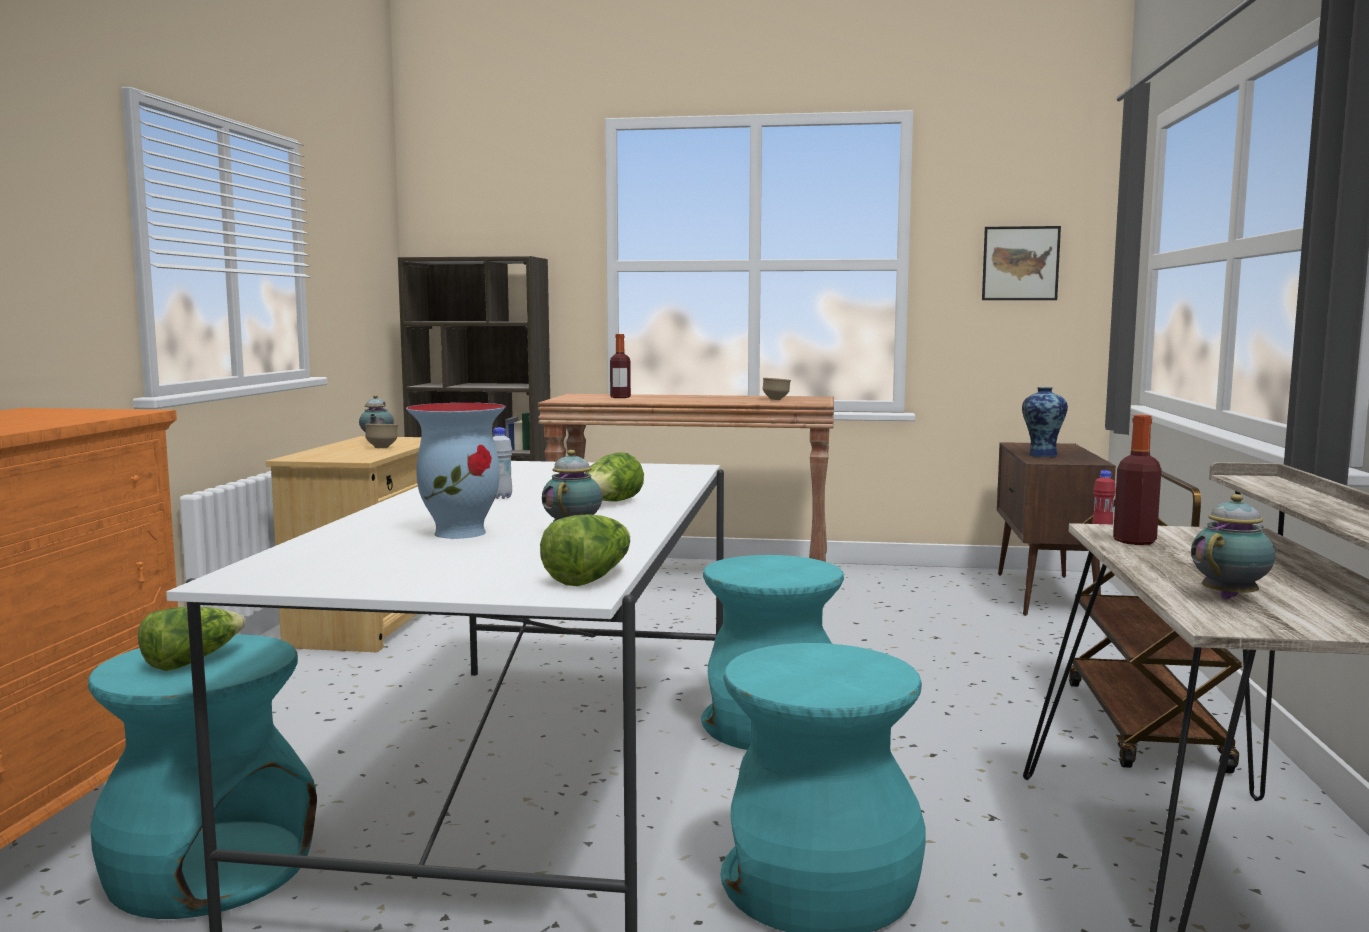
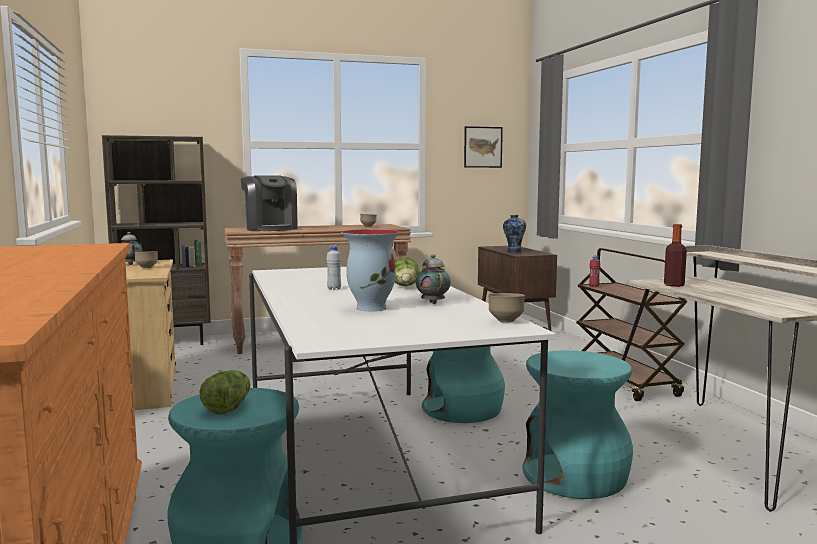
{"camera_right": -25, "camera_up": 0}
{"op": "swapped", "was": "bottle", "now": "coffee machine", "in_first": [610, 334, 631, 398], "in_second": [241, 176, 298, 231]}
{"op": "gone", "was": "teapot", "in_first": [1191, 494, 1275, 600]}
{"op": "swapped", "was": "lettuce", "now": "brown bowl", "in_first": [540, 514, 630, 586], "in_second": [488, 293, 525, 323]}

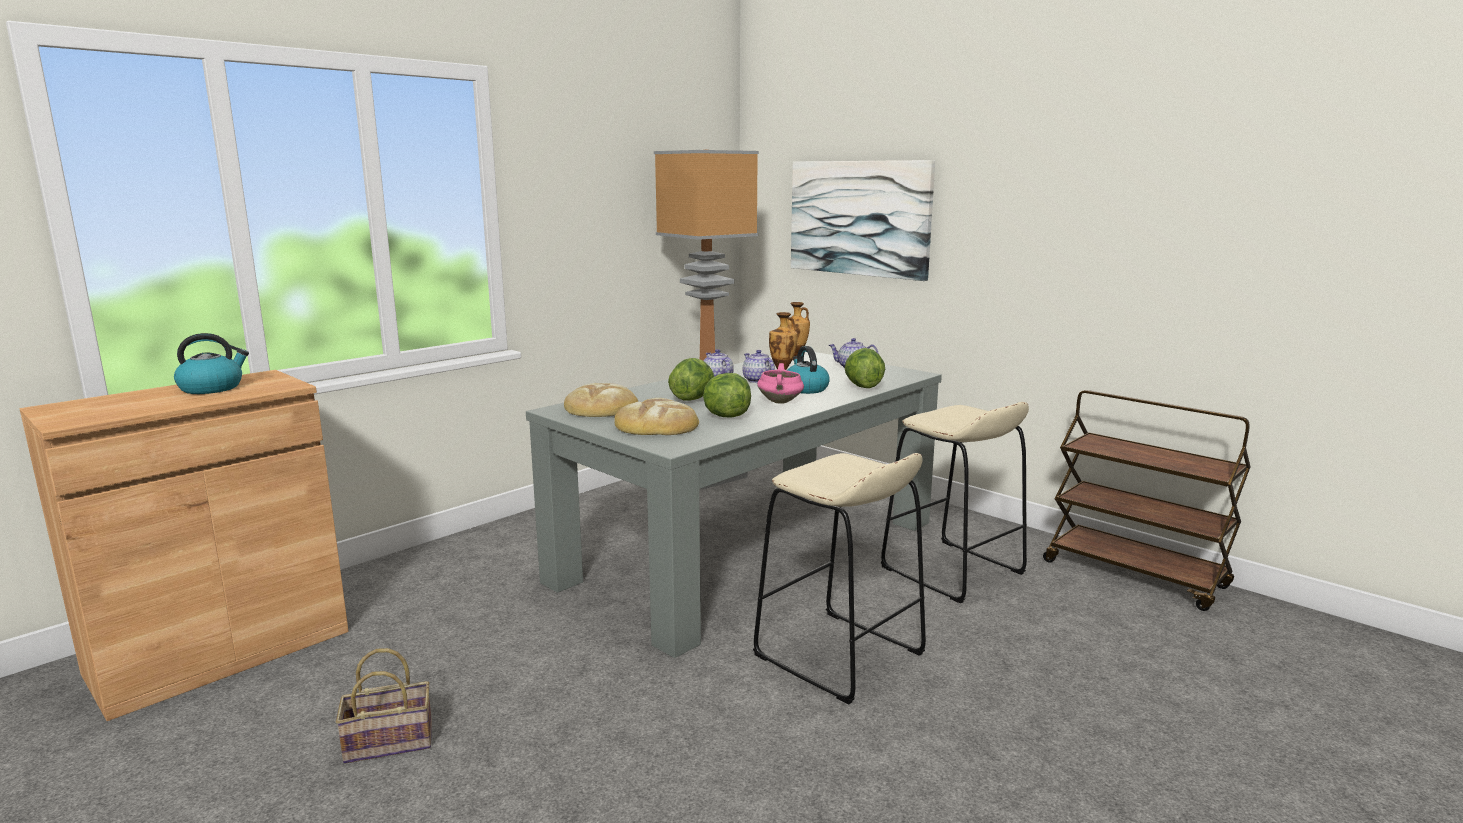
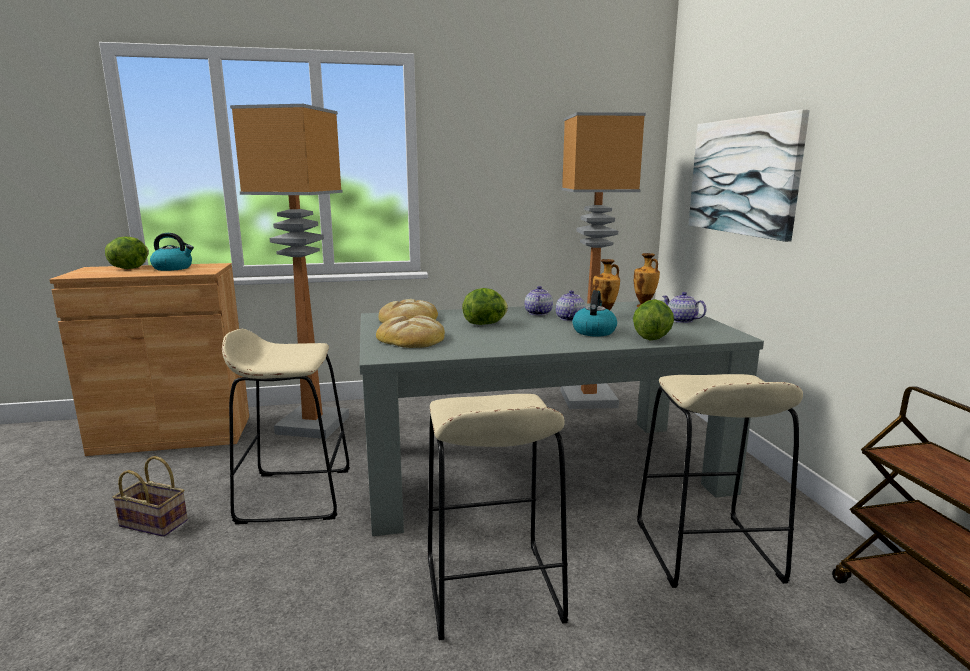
{"camera_right": 35, "camera_up": 0}
{"op": "gone", "was": "pink cooking pot", "in_first": [757, 363, 804, 404]}
{"op": "shifted", "was": "lettuce", "in_first": [703, 373, 751, 418], "in_second": [105, 237, 149, 269]}
{"op": "new", "now": "floor lamp", "in_second": [230, 104, 349, 439]}
{"op": "new", "now": "beige stool", "in_second": [222, 329, 350, 524]}

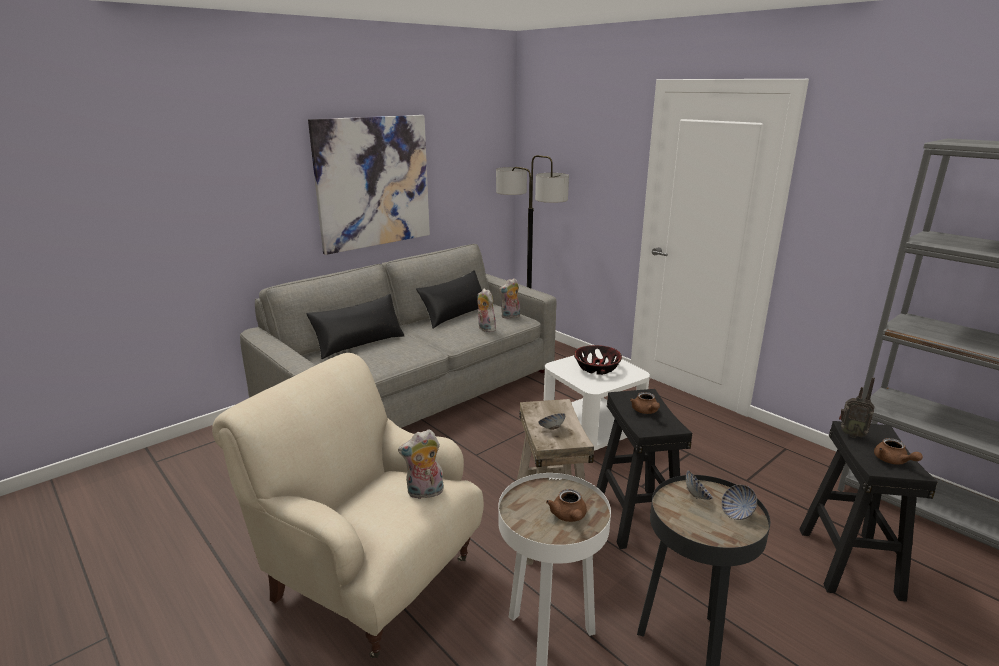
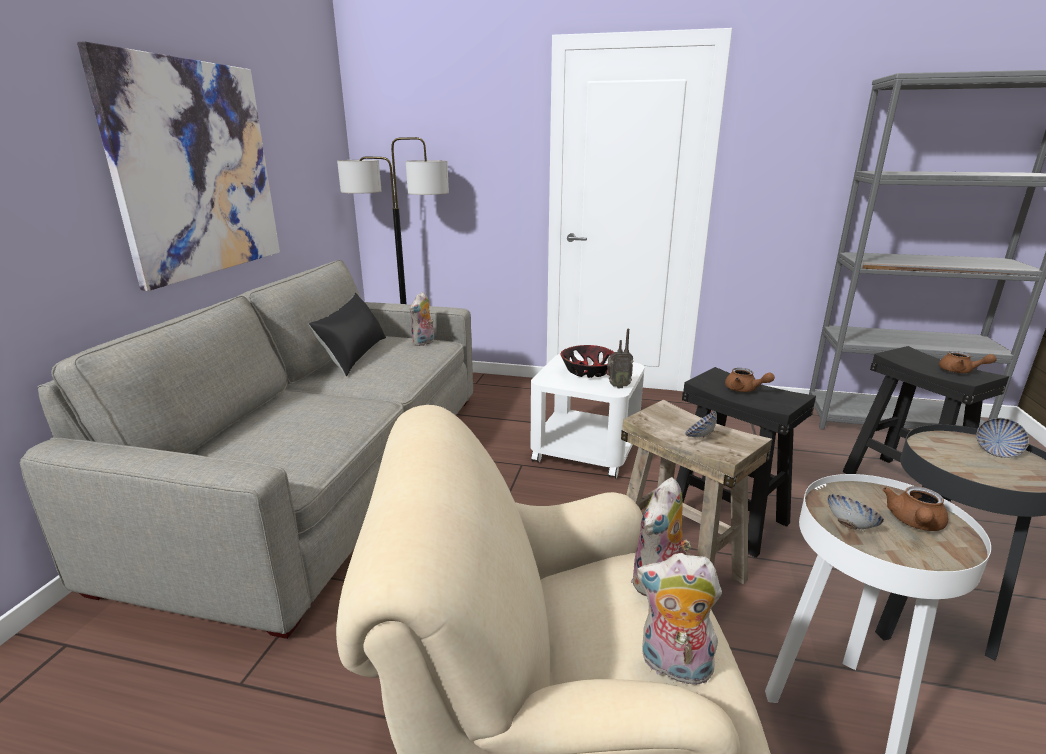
{"camera_right": -35, "camera_up": 0}
{"op": "shifted", "was": "plush toy", "in_first": [477, 288, 496, 332], "in_second": [637, 553, 722, 685]}
{"op": "gone", "was": "black pillow", "in_first": [306, 294, 405, 359]}
{"op": "shifted", "was": "radio", "in_first": [839, 377, 875, 438], "in_second": [607, 329, 633, 388]}
{"op": "shifted", "was": "bowl", "in_first": [686, 470, 713, 500], "in_second": [828, 494, 884, 532]}
{"op": "rotated", "was": "brown teapot", "in_first": [546, 489, 587, 522], "in_second": [883, 486, 948, 531], "clockwise": 75}

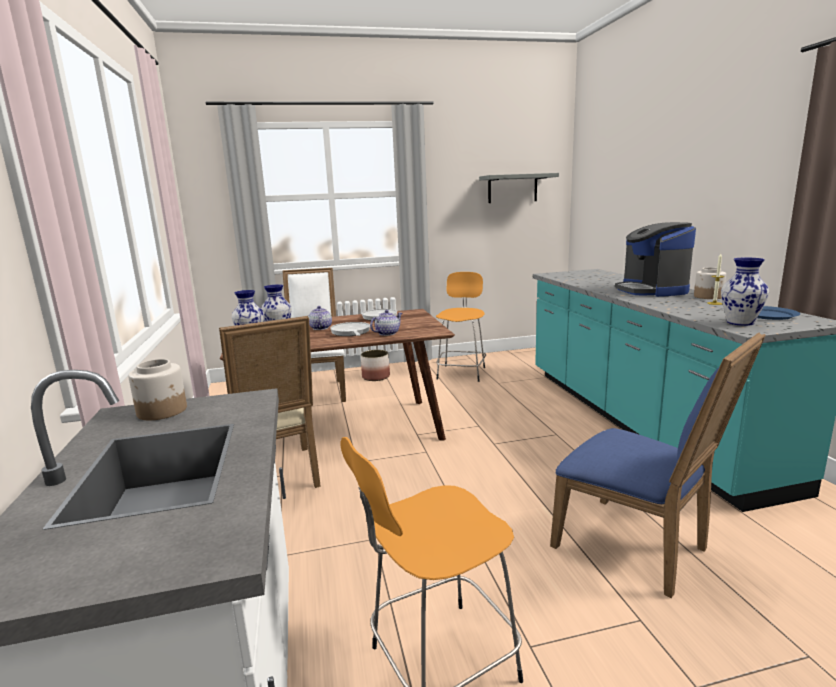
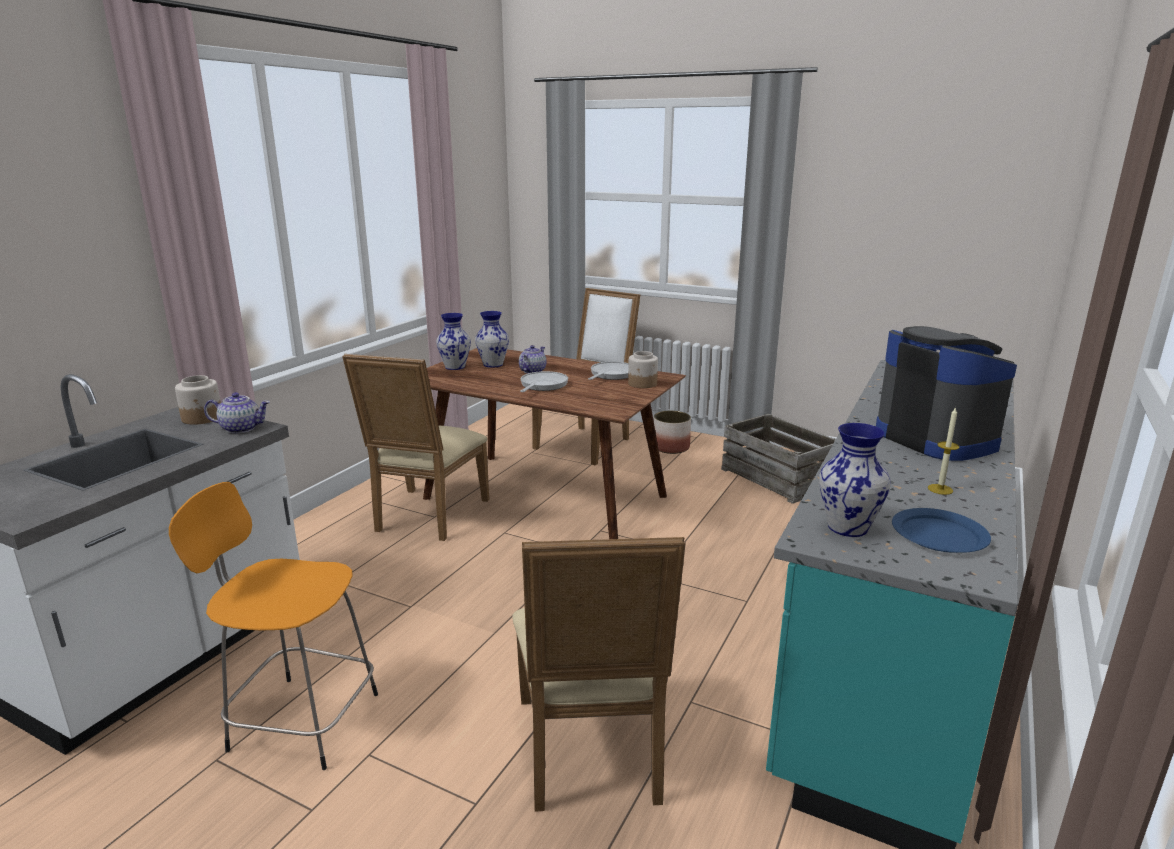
{"camera_right": 40, "camera_up": 5}
{"op": "gone", "was": "grey shelf", "in_first": [479, 173, 559, 203]}
{"op": "rotated", "was": "coffee machine", "in_first": [615, 222, 696, 297], "in_second": [876, 326, 1017, 461], "clockwise": 120}
{"op": "shifted", "was": "jar", "in_first": [694, 267, 726, 299], "in_second": [628, 351, 658, 388]}
{"op": "swapped", "was": "orange stool", "now": "crate", "in_first": [436, 272, 486, 382], "in_second": [721, 414, 836, 504]}
{"op": "shifted", "was": "teapot", "in_first": [370, 310, 402, 336], "in_second": [204, 392, 270, 434]}
{"op": "repainted", "was": "blue chair", "now": "beige chair", "in_first": [550, 332, 766, 598], "in_second": [512, 537, 686, 811]}

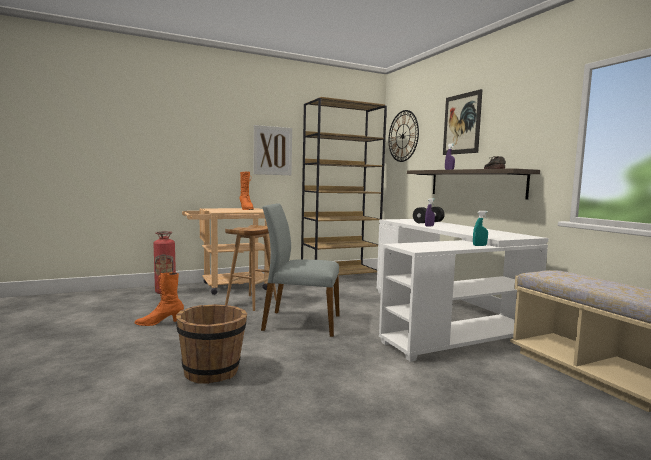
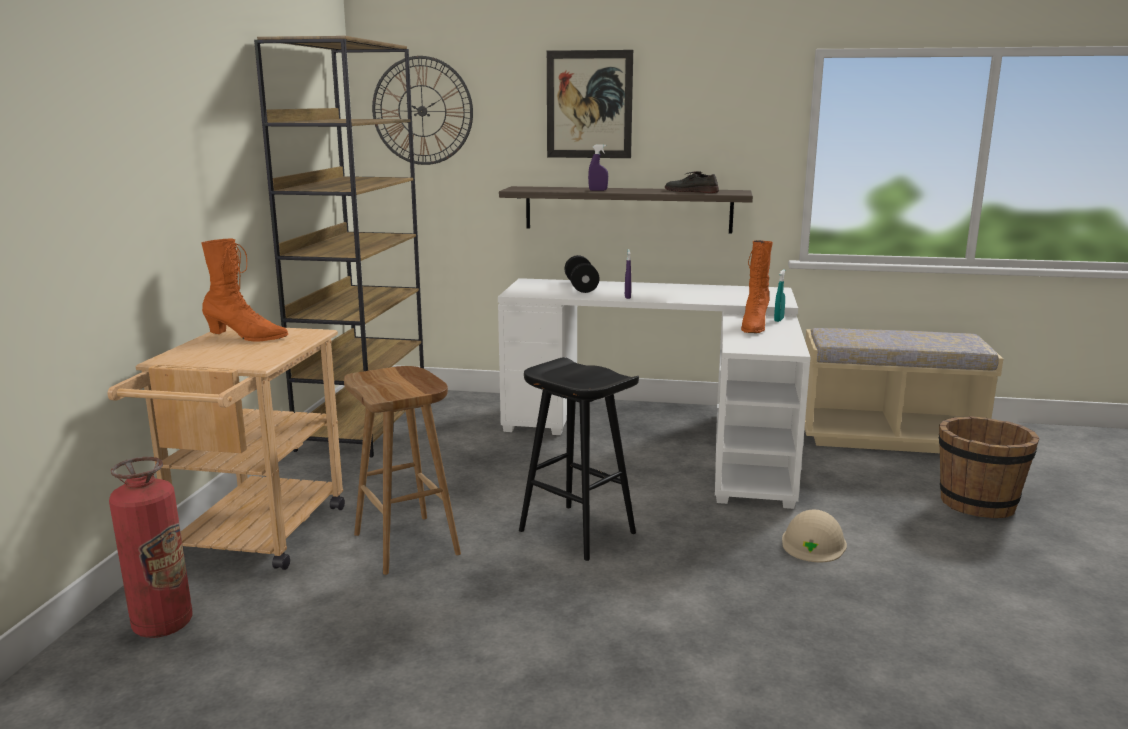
{"camera_right": -55, "camera_up": 10}
{"op": "gone", "was": "picture", "in_first": [254, 125, 292, 175]}
{"op": "swapped", "was": "grey chair", "now": "black stool", "in_first": [261, 203, 340, 337], "in_second": [519, 357, 639, 561]}
{"op": "shifted", "was": "orange boot", "in_first": [135, 272, 184, 326], "in_second": [741, 240, 773, 333]}
{"op": "shifted", "was": "brown bucket", "in_first": [176, 304, 247, 384], "in_second": [938, 416, 1040, 518]}
{"op": "new", "now": "beige hard hat", "in_second": [782, 509, 847, 562]}

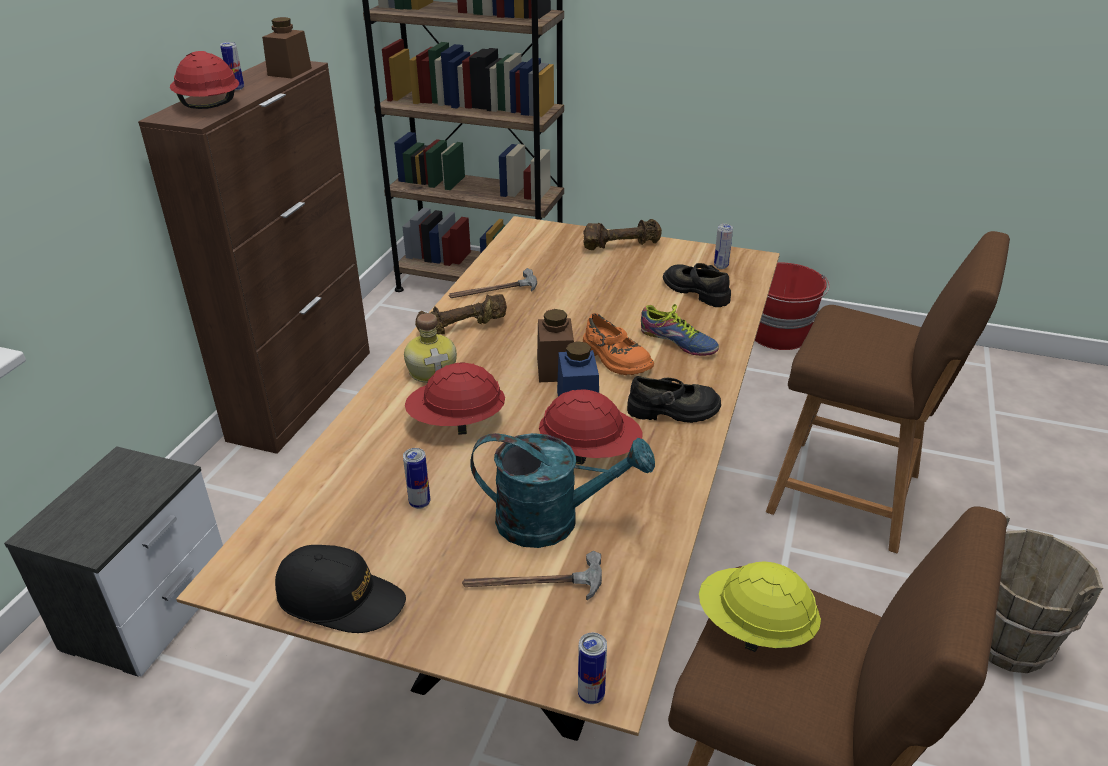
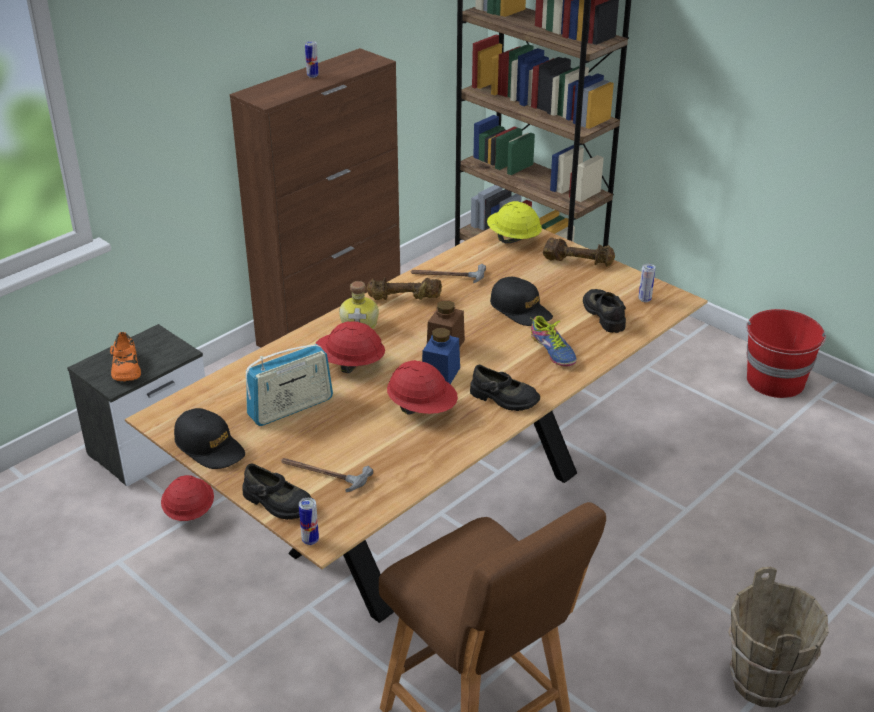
{"camera_right": 25, "camera_up": 0}
{"op": "gone", "was": "brown jar", "in_first": [262, 17, 312, 79]}
{"op": "shifted", "was": "red hard hat", "in_first": [170, 51, 239, 109], "in_second": [161, 475, 214, 521]}
{"op": "gone", "was": "brown stool", "in_first": [766, 231, 1010, 553]}
{"op": "shifted", "was": "orange shoe", "in_first": [583, 313, 654, 375], "in_second": [110, 332, 141, 381]}
{"op": "gone", "was": "turquoise watering can", "in_first": [470, 433, 655, 548]}
{"op": "swapped", "was": "can", "now": "radio", "in_first": [403, 448, 430, 509], "in_second": [246, 344, 333, 426]}
{"op": "shifted", "was": "yellow hard hat", "in_first": [699, 561, 821, 652], "in_second": [487, 201, 542, 243]}
{"op": "new", "now": "black cap", "in_second": [490, 277, 553, 326]}
{"op": "new", "now": "black shoe", "in_second": [242, 464, 312, 520]}

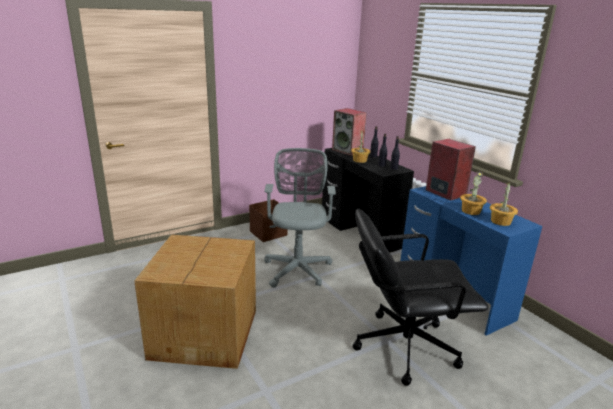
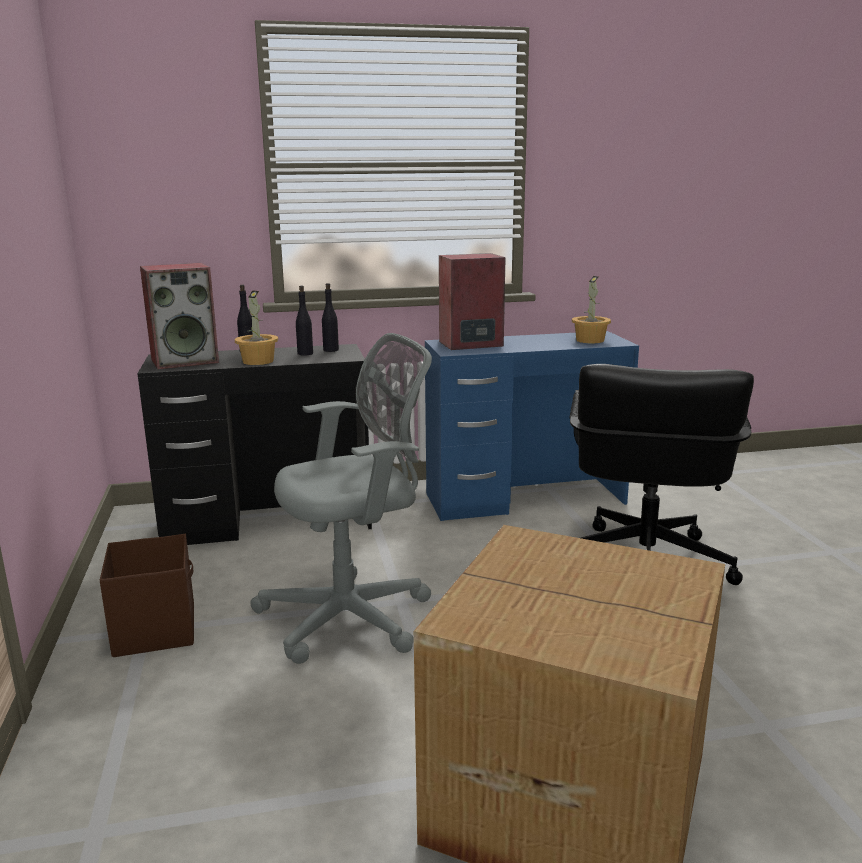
{"camera_right": -70, "camera_up": -5}
{"op": "rotated", "was": "grey office chair", "in_first": [264, 148, 336, 288], "in_second": [251, 333, 432, 664], "clockwise": 135}
{"op": "gone", "was": "potted plant", "in_first": [460, 172, 487, 215]}

